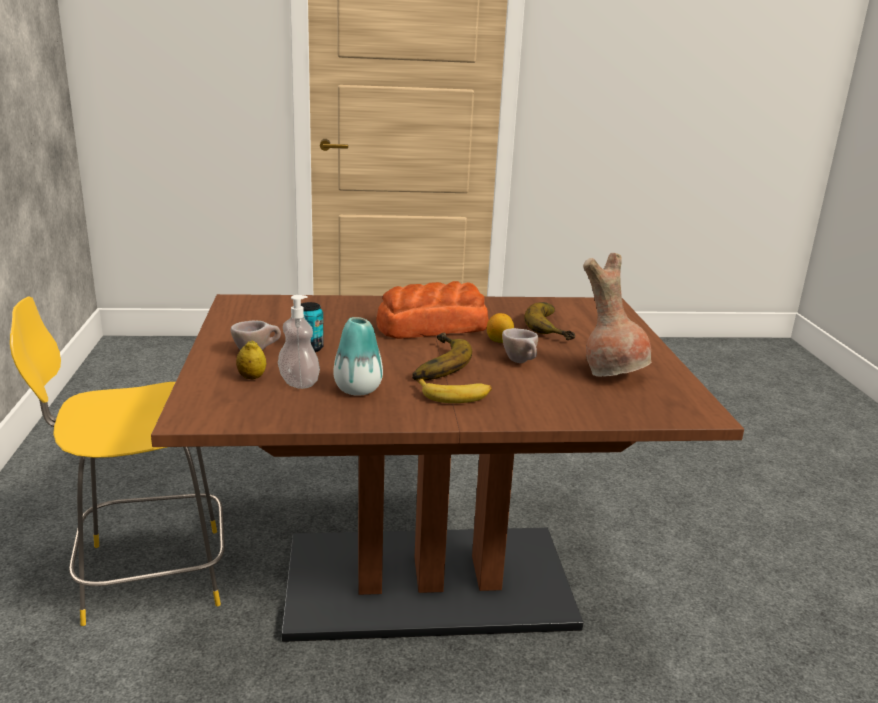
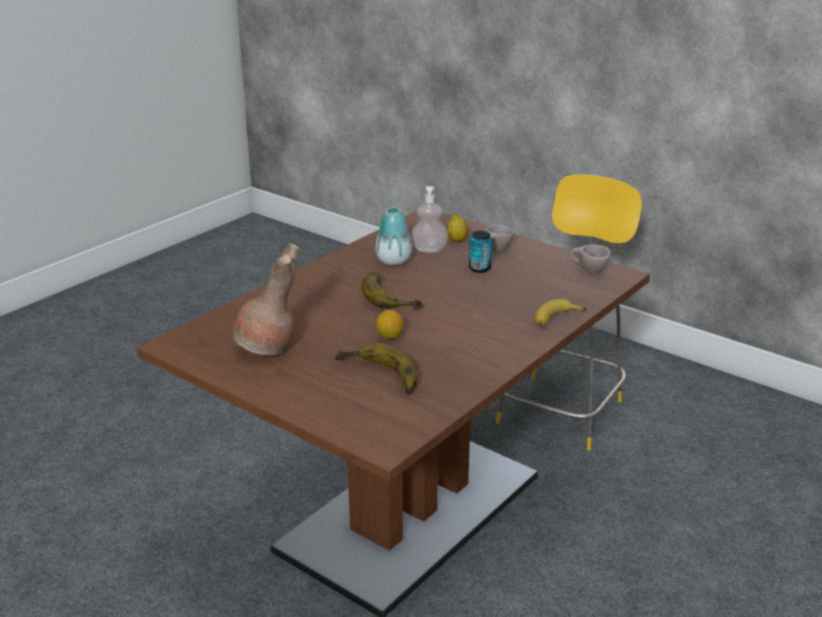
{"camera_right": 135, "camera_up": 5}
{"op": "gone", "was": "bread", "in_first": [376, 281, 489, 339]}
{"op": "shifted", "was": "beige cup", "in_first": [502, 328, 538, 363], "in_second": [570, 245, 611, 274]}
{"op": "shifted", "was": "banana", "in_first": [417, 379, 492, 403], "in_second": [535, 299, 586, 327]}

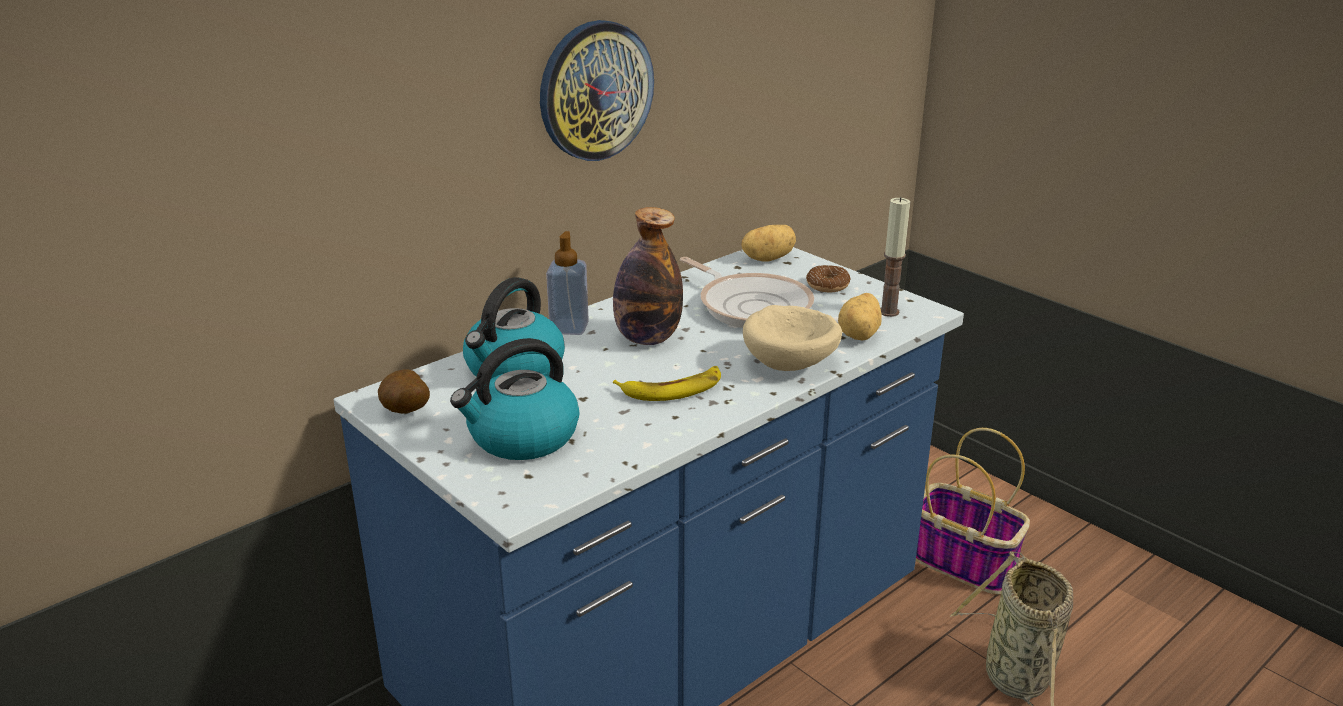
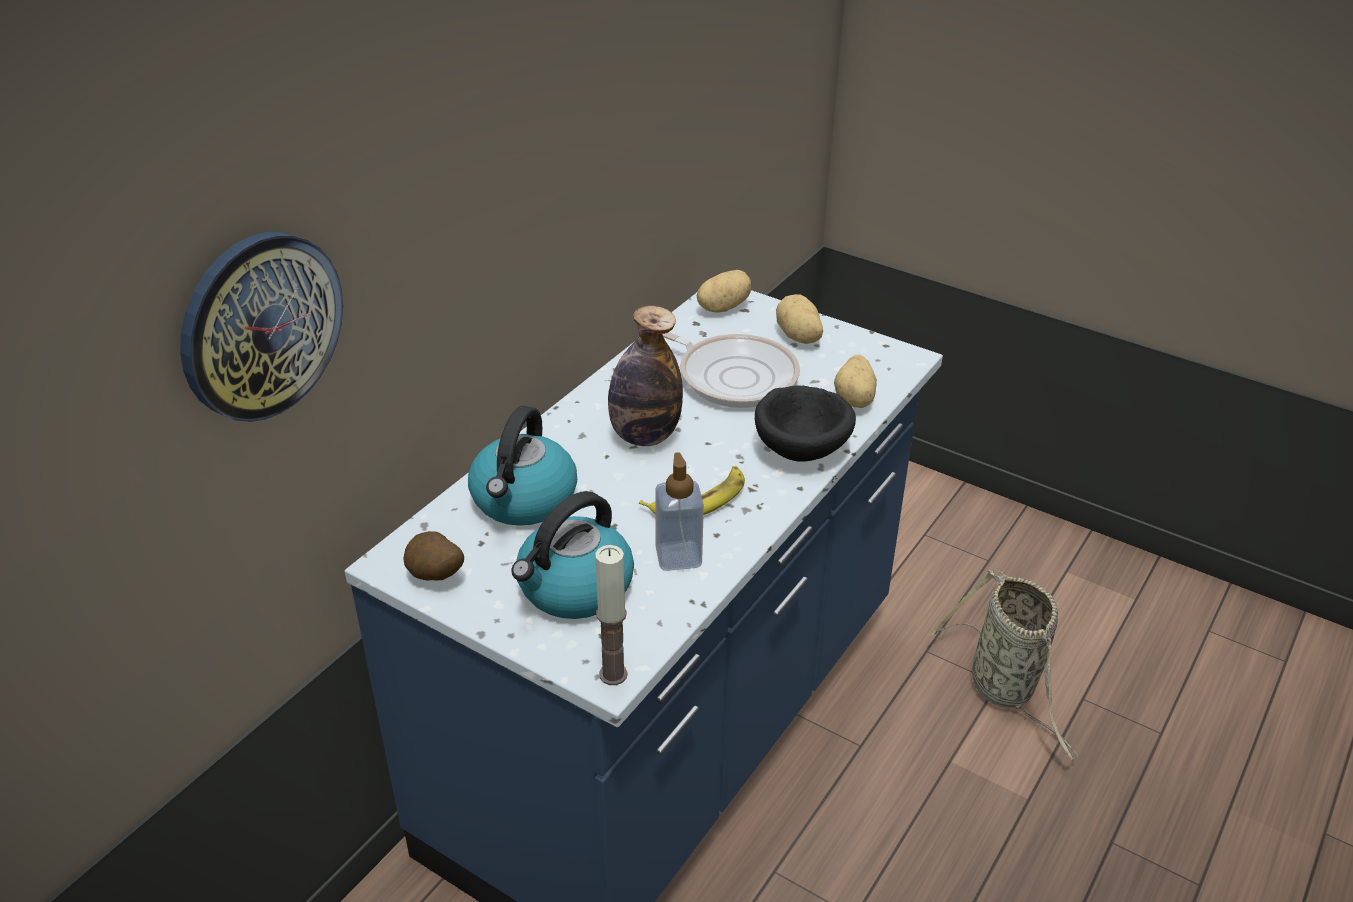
{"camera_right": -15, "camera_up": 10}
{"op": "shifted", "was": "wall clock", "in_first": [540, 20, 654, 161], "in_second": [180, 232, 343, 422]}
{"op": "shifted", "was": "candle", "in_first": [880, 197, 910, 317], "in_second": [595, 545, 628, 685]}
{"op": "shifted", "was": "soap dispenser", "in_first": [546, 231, 589, 335], "in_second": [655, 452, 704, 571]}
{"op": "swapped", "was": "donut", "now": "potato", "in_first": [806, 265, 850, 292], "in_second": [776, 294, 823, 344]}
{"op": "repainted", "was": "beige bowl", "now": "black bowl", "in_first": [743, 305, 842, 371], "in_second": [755, 385, 856, 462]}
{"op": "gone", "was": "basket", "in_first": [916, 428, 1030, 595]}

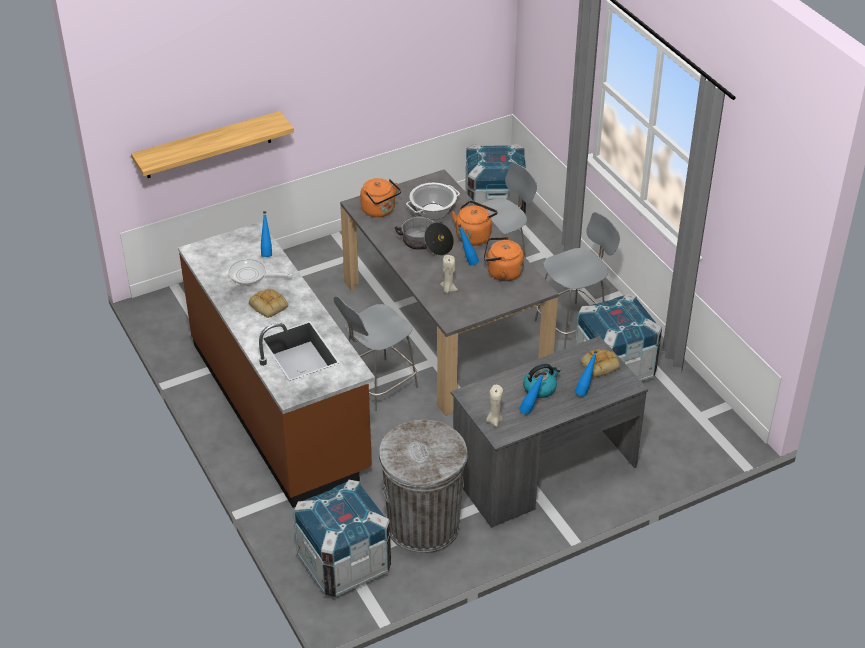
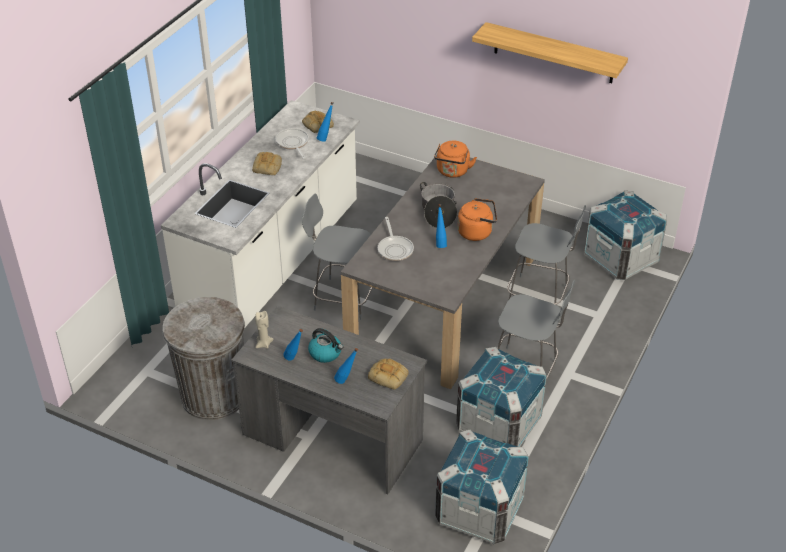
{"camera_right": 55, "camera_up": 0}
{"op": "shifted", "was": "shelf", "in_first": [131, 111, 294, 178], "in_second": [472, 22, 628, 83]}
{"op": "gone", "was": "cooking pot", "in_first": [406, 183, 460, 219]}
{"op": "repainted", "was": "brown counter", "now": "white counter", "in_first": [178, 222, 375, 508], "in_second": [161, 100, 360, 327]}
{"op": "gone", "was": "orange kettle", "in_first": [484, 237, 524, 281]}
{"op": "swapped", "was": "beige candle", "now": "frying pan", "in_first": [440, 255, 458, 293], "in_second": [378, 217, 414, 261]}
{"op": "shifted", "was": "crate", "in_first": [293, 480, 391, 597], "in_second": [435, 430, 529, 544]}
{"op": "new", "now": "bread", "in_second": [302, 111, 334, 133]}

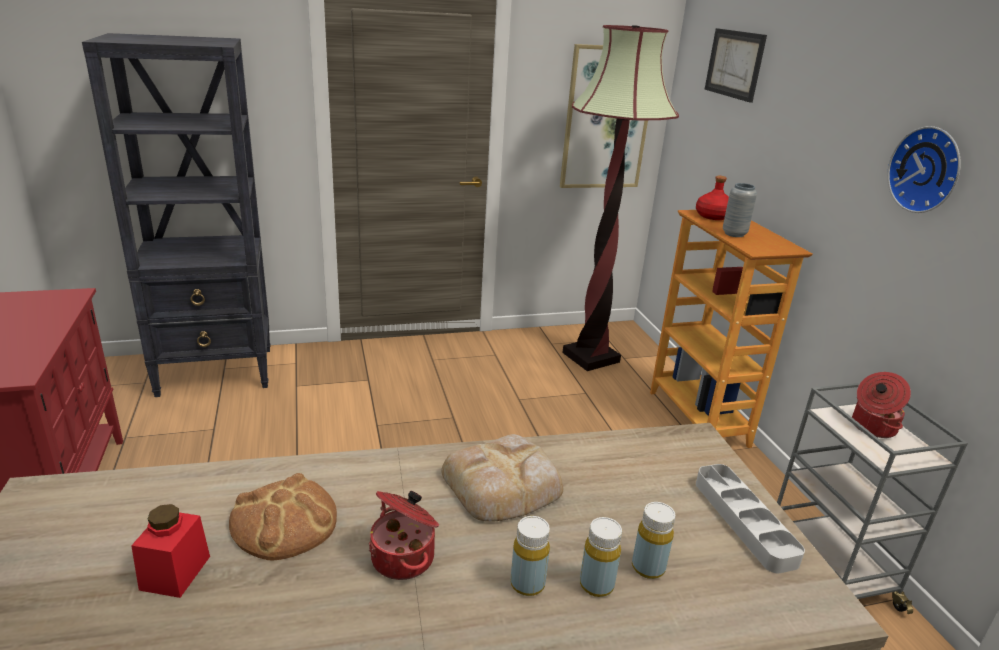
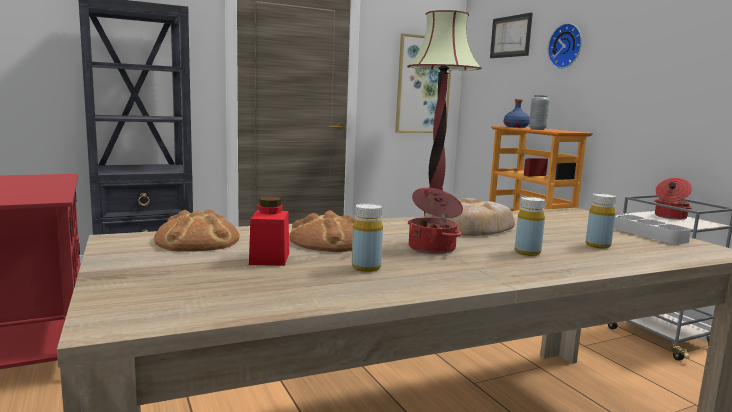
{"camera_right": -10, "camera_up": -15}
{"op": "shifted", "was": "wall clock", "in_first": [887, 126, 961, 213], "in_second": [548, 23, 582, 69]}
{"op": "repainted", "was": "red bottle", "now": "blue bottle", "in_first": [696, 176, 729, 220], "in_second": [504, 99, 530, 128]}
{"op": "shifted", "was": "yellow bottle", "in_first": [580, 517, 622, 597], "in_second": [352, 203, 383, 272]}
{"op": "new", "now": "bread", "in_second": [154, 209, 240, 252]}

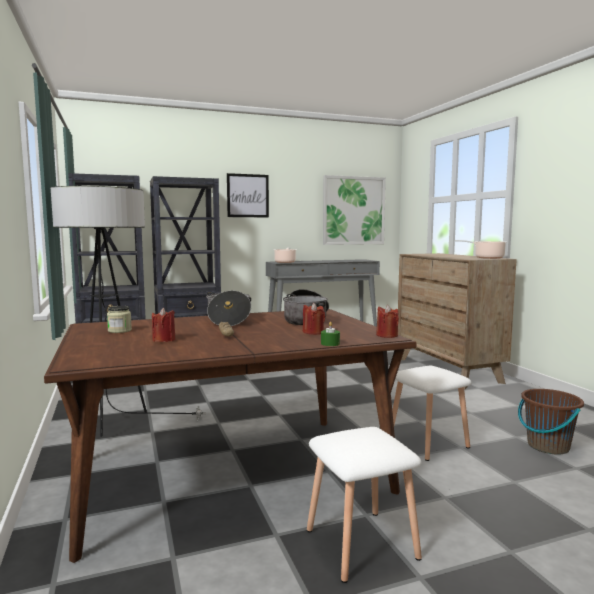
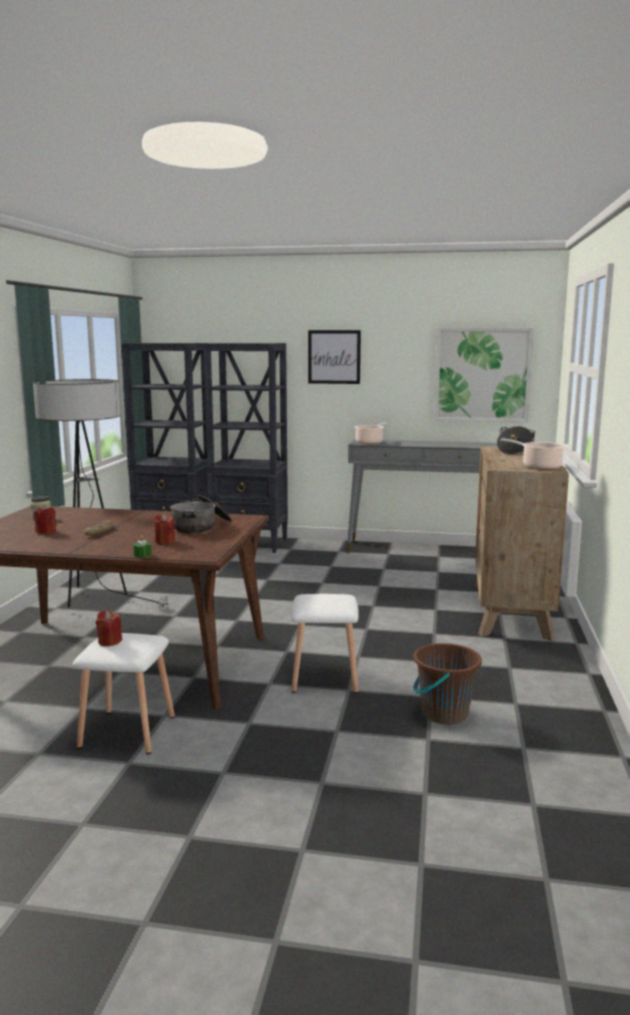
{"camera_right": 30, "camera_up": 5}
{"op": "shifted", "was": "cooking pot", "in_first": [206, 290, 251, 326], "in_second": [497, 426, 536, 455]}
{"op": "shifted", "was": "red candle", "in_first": [376, 305, 399, 338], "in_second": [96, 610, 122, 646]}

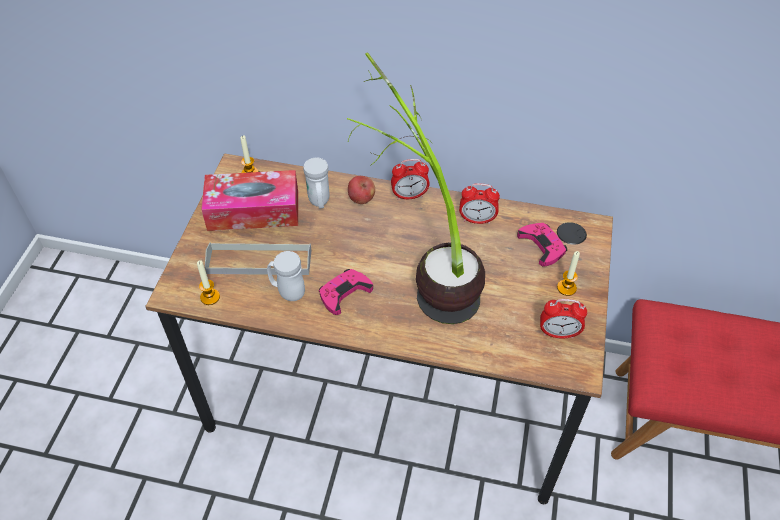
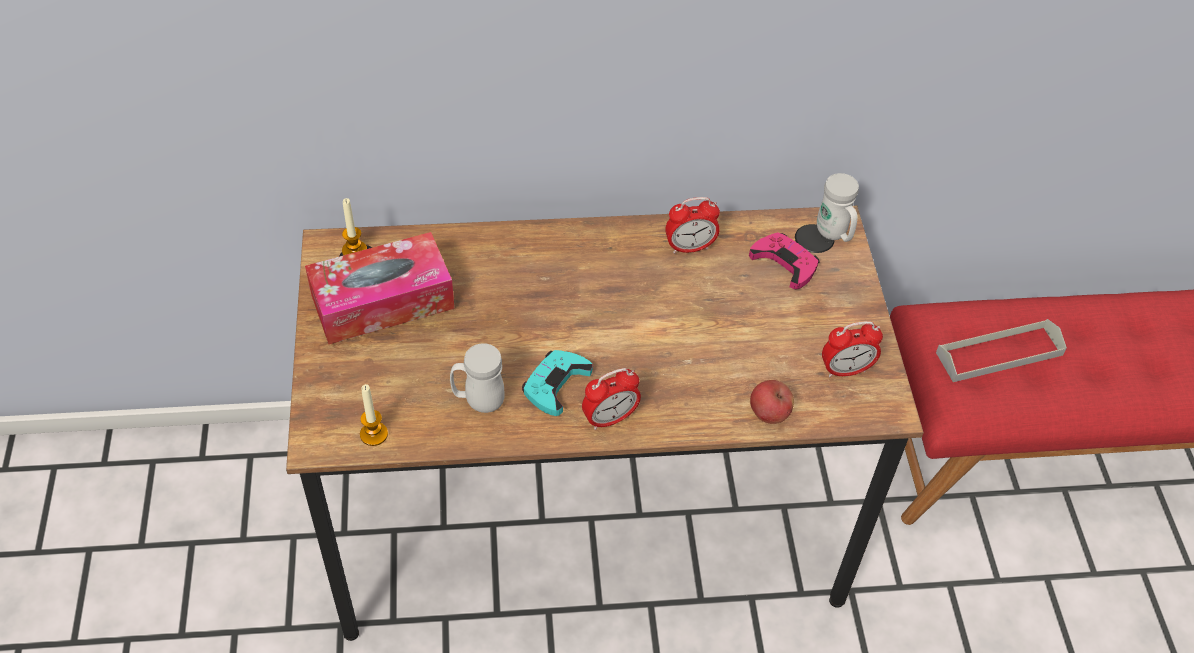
{"camera_right": -20, "camera_up": 0}
{"op": "gone", "was": "potted plant", "in_first": [347, 52, 485, 324]}
{"op": "shifted", "was": "white mug", "in_first": [303, 158, 329, 209], "in_second": [817, 173, 859, 242]}
{"op": "shifted", "was": "alarm clock", "in_first": [391, 159, 430, 200], "in_second": [582, 368, 641, 430]}
{"op": "shifted", "was": "apple", "in_first": [348, 176, 375, 204], "in_second": [750, 380, 794, 424]}
{"op": "shifted", "was": "grey tray", "in_first": [205, 242, 311, 275], "in_second": [936, 319, 1067, 382]}
{"op": "gone", "was": "candle", "in_first": [557, 251, 580, 296]}
{"op": "repainted", "was": "pink game controller", "now": "turquoise game controller", "in_first": [319, 269, 373, 315], "in_second": [522, 350, 593, 416]}

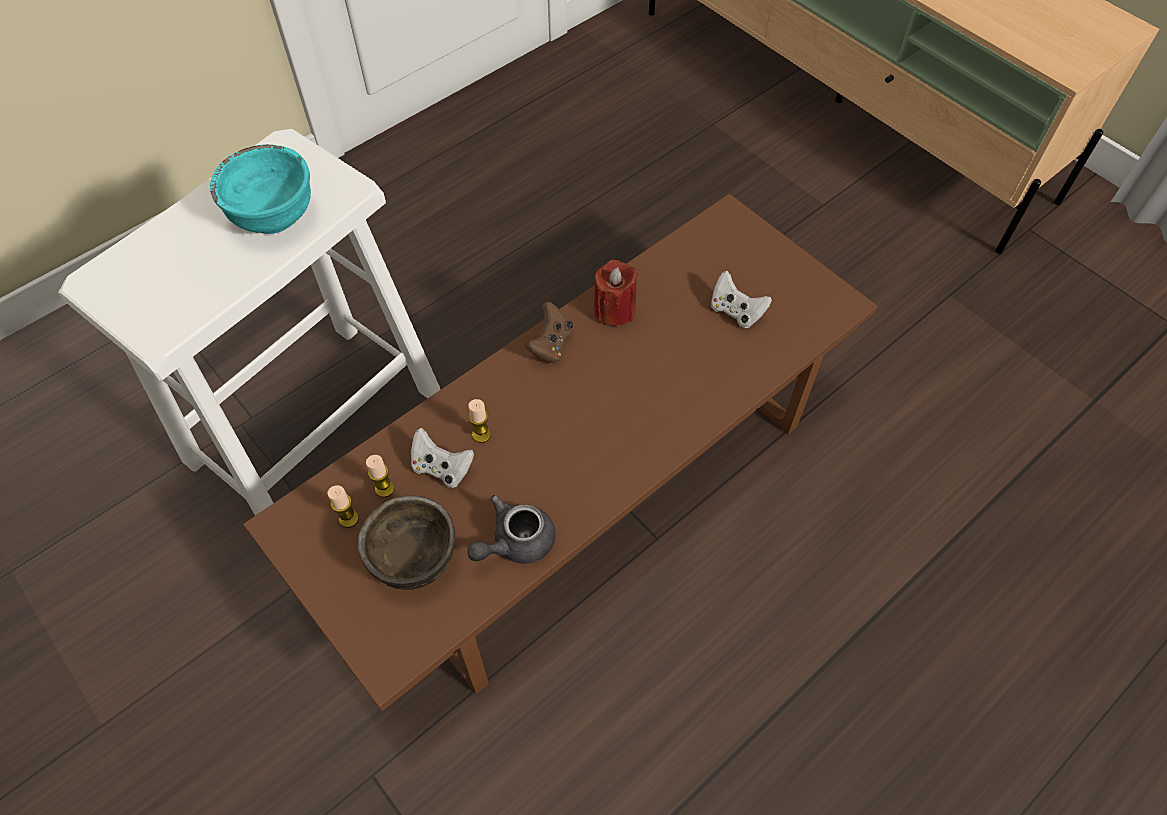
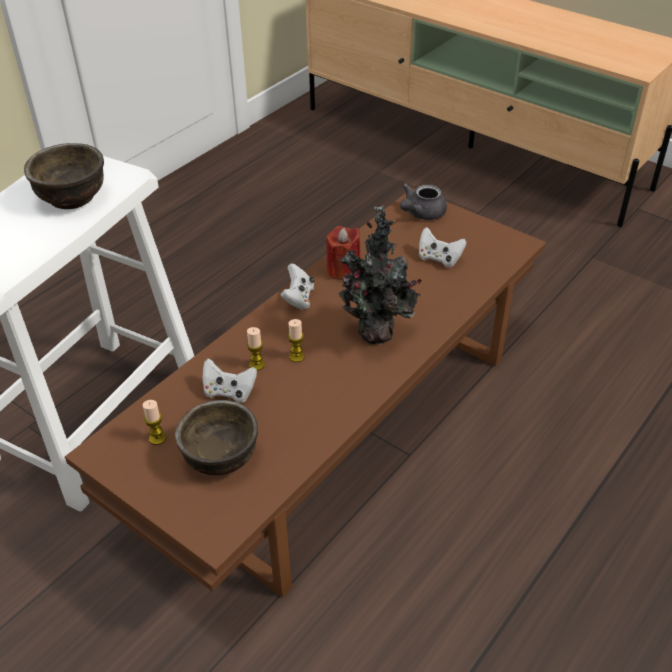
{"camera_right": -10, "camera_up": -15}
{"op": "repainted", "was": "turquoise bowl", "now": "brown bowl", "in_first": [210, 145, 311, 234], "in_second": [24, 143, 104, 209]}
{"op": "repainted", "was": "brown game controller", "now": "white game controller", "in_first": [525, 302, 573, 364], "in_second": [280, 264, 314, 310]}
{"op": "shifted", "was": "candle", "in_first": [366, 455, 395, 498], "in_second": [288, 319, 305, 362]}
{"op": "shifted", "was": "grey teapot", "in_first": [467, 495, 555, 564], "in_second": [400, 184, 447, 220]}
{"op": "new", "now": "potted plant", "in_second": [338, 206, 422, 344]}

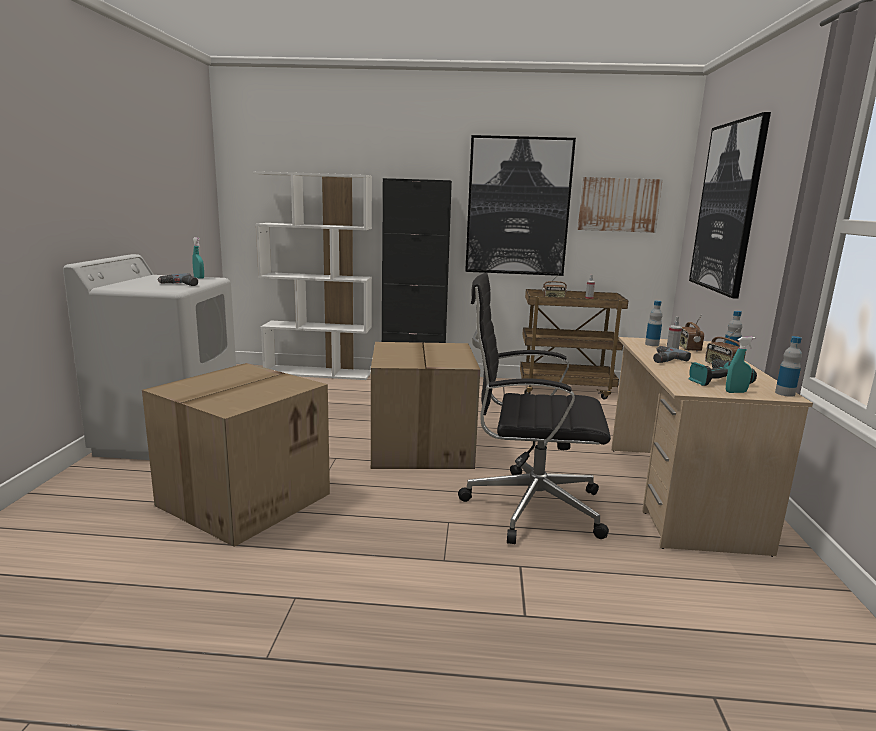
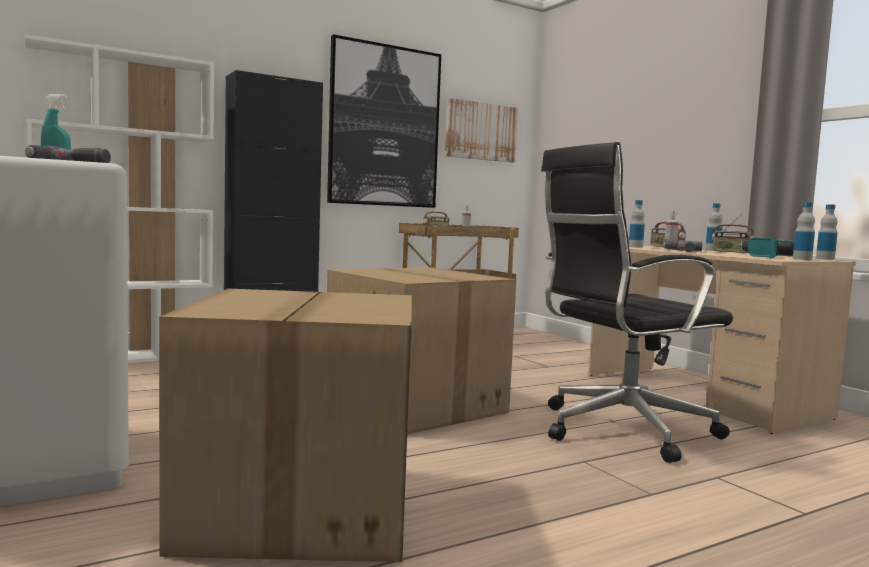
{"camera_right": -35, "camera_up": -10}
{"op": "gone", "was": "picture", "in_first": [689, 112, 771, 299]}
{"op": "swapped", "was": "turquoise spray bottle", "now": "bottle", "in_first": [726, 337, 755, 393], "in_second": [793, 202, 815, 260]}

